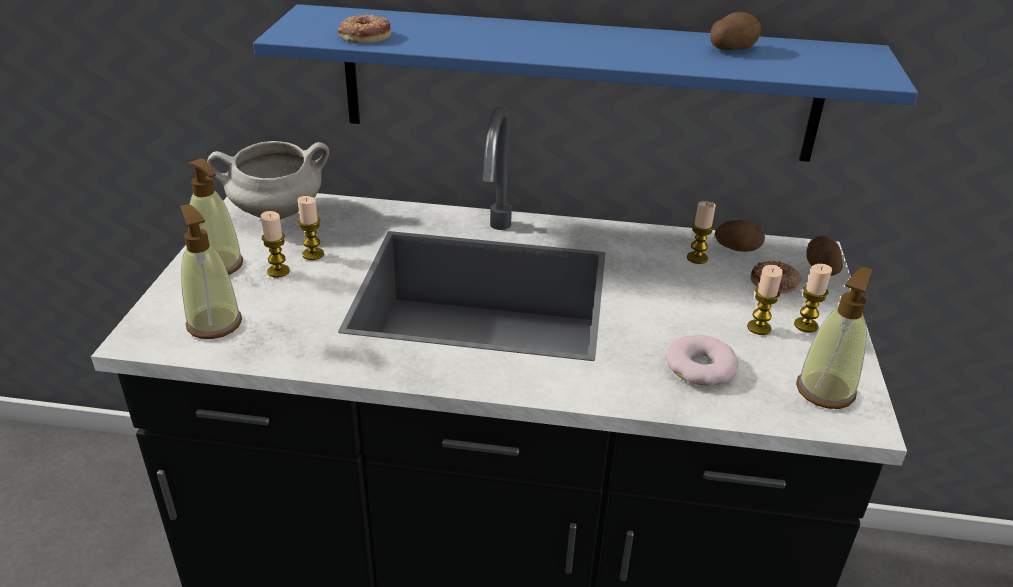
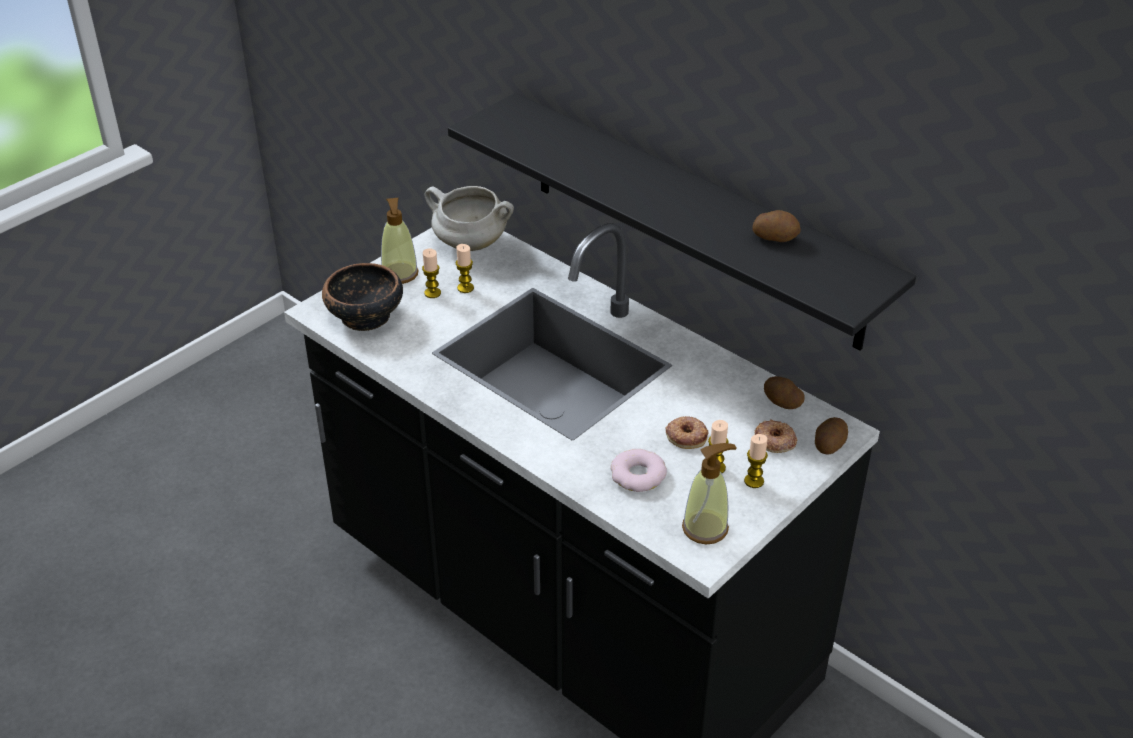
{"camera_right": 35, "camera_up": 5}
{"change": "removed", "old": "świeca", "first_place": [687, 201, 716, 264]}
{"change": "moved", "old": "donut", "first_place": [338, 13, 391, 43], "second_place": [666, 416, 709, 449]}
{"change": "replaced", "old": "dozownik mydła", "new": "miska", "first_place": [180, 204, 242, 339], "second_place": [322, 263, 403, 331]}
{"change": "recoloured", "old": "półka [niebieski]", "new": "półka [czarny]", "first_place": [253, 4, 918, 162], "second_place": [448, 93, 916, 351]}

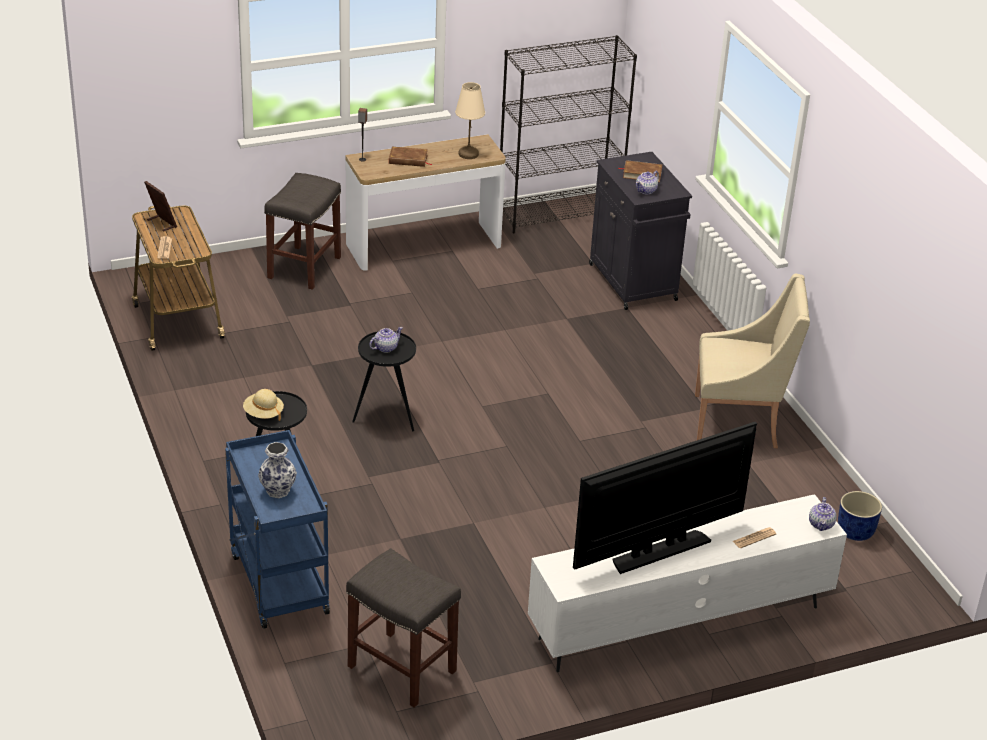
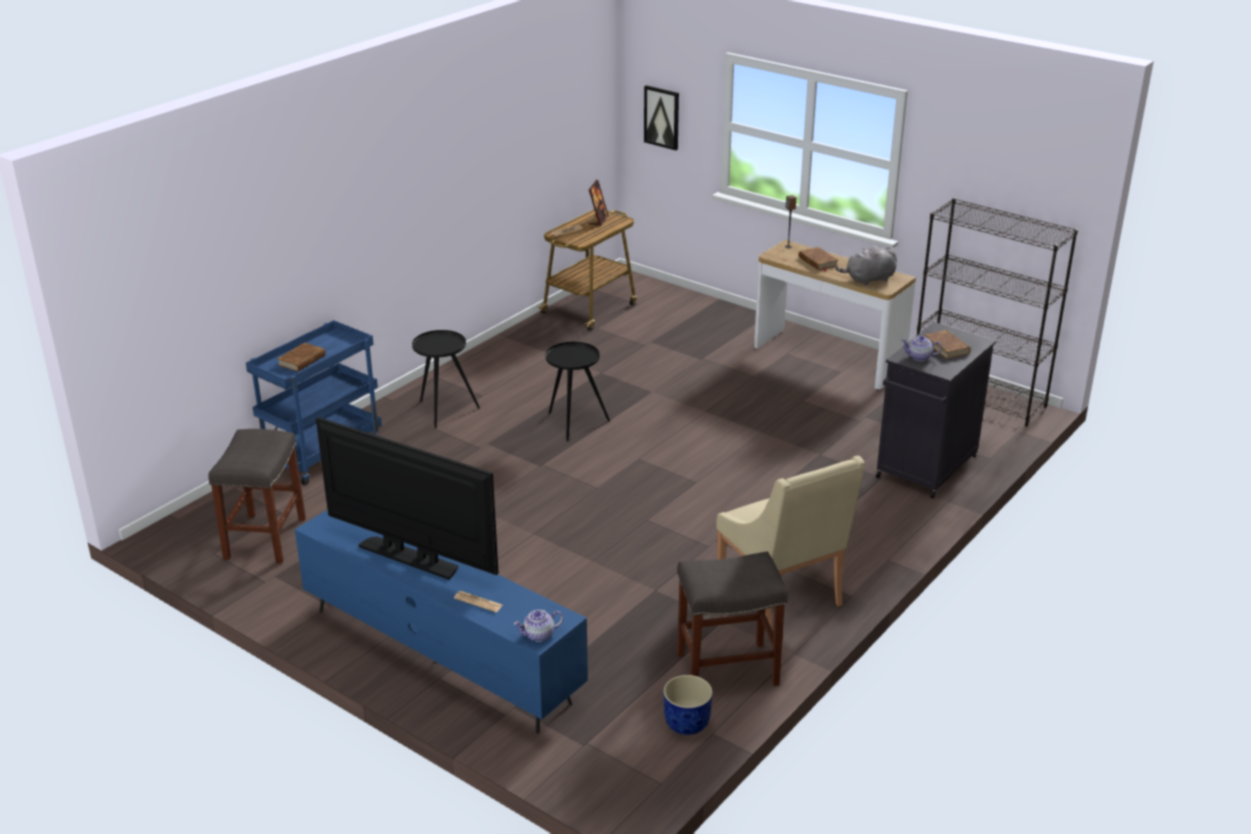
{"camera_right": 60, "camera_up": -5}
{"change": "removed", "old": "kapelusz [beżowy]", "first_place": [243, 389, 284, 421]}
{"change": "removed", "old": "imbryk", "first_place": [369, 327, 403, 353]}
{"change": "added", "new": "obraz", "second_place": [644, 85, 679, 150]}
{"change": "moved", "old": "stołek [szary]", "first_place": [264, 173, 341, 290], "second_place": [677, 551, 787, 686]}
{"change": "replaced", "old": "wazon", "new": "książka [brązowy]", "first_place": [258, 442, 297, 498], "second_place": [277, 343, 326, 372]}
{"change": "replaced", "old": "lampa stołowa [beżowy]", "new": "pluszak [szary]", "first_place": [455, 82, 485, 159], "second_place": [835, 246, 897, 285]}
{"change": "recoloured", "old": "szafka pod telewizor [biały]", "new": "szafka pod telewizor [niebieski]", "first_place": [528, 494, 847, 672], "second_place": [295, 510, 588, 734]}

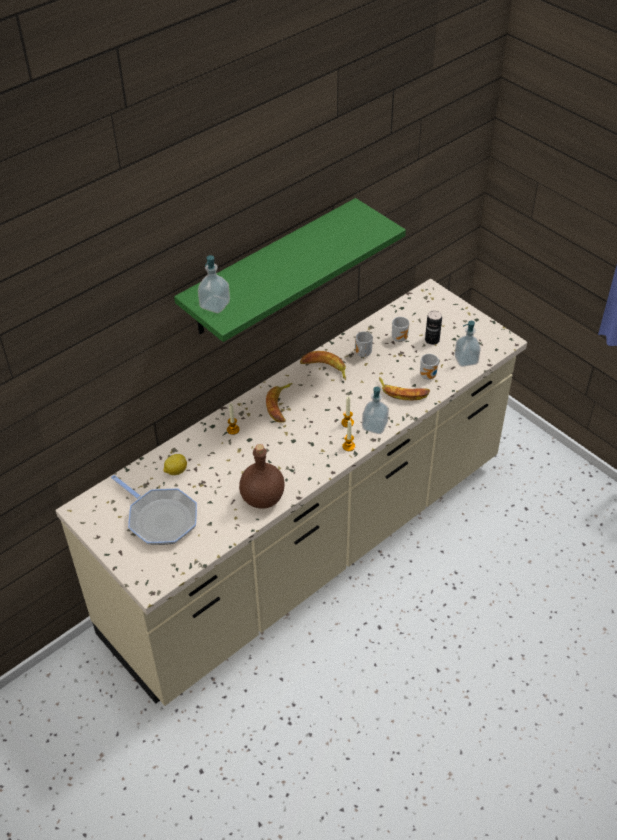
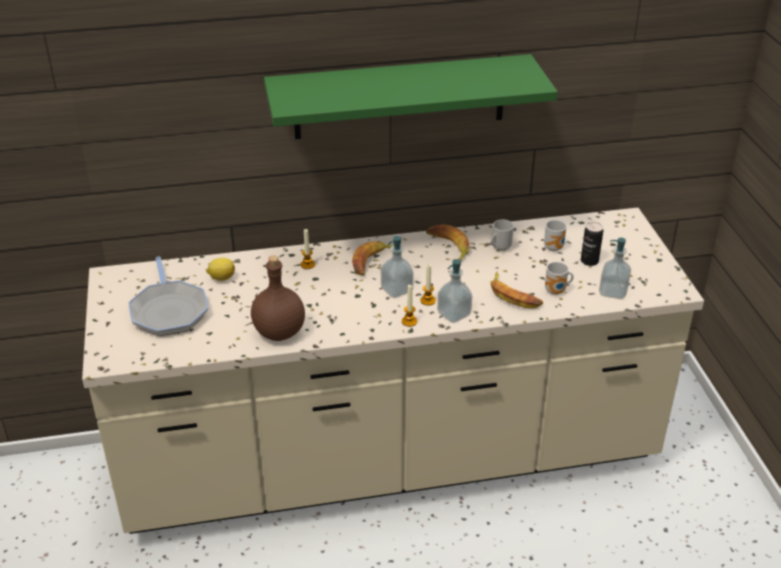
{"camera_right": 30, "camera_up": -10}
{"change": "moved", "old": "dozownik mydła", "first_place": [198, 255, 230, 313], "second_place": [381, 236, 414, 298]}

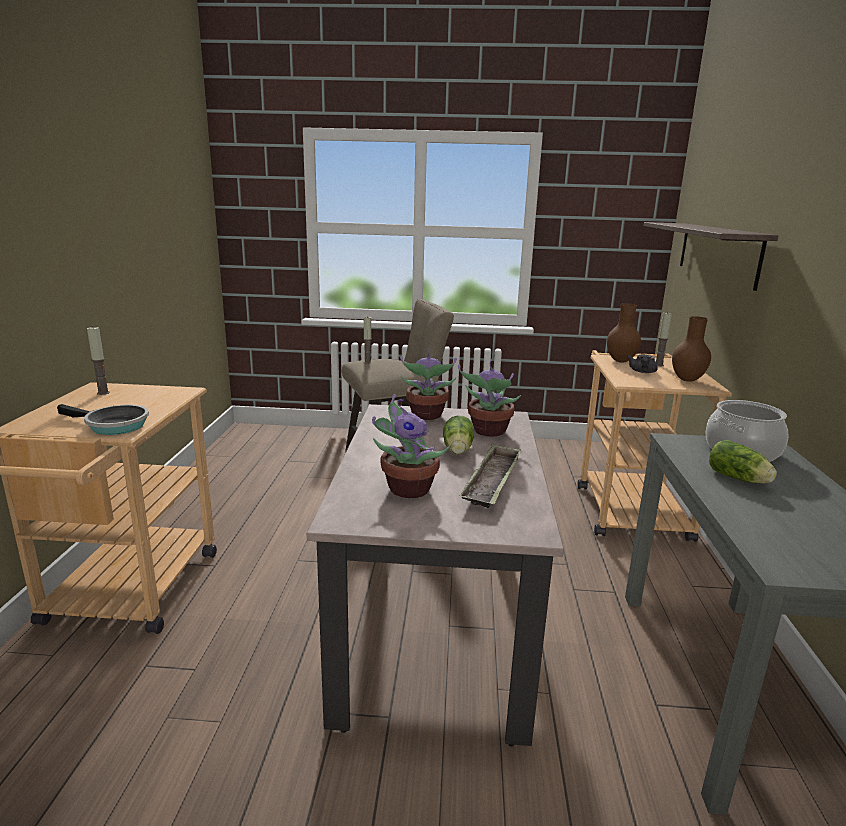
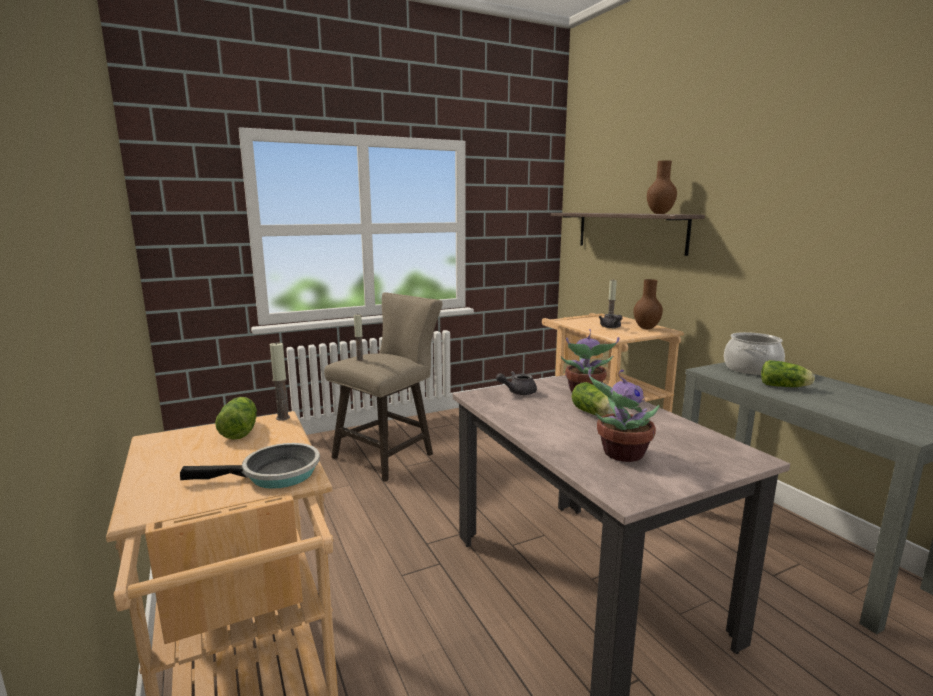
{"camera_right": -30, "camera_up": -5}
{"change": "removed", "old": "taca", "first_place": [460, 444, 521, 508]}
{"change": "added", "new": "sałata", "second_place": [215, 397, 257, 440]}
{"change": "moved", "old": "świeca", "first_place": [87, 326, 110, 395], "second_place": [270, 343, 290, 421]}
{"change": "moved", "old": "wazon [brązowy]", "first_place": [607, 303, 641, 363], "second_place": [647, 161, 677, 214]}
{"change": "replaced", "old": "roślina doniczkowa", "new": "imbryk [szary]", "first_place": [400, 348, 457, 420], "second_place": [496, 371, 537, 395]}

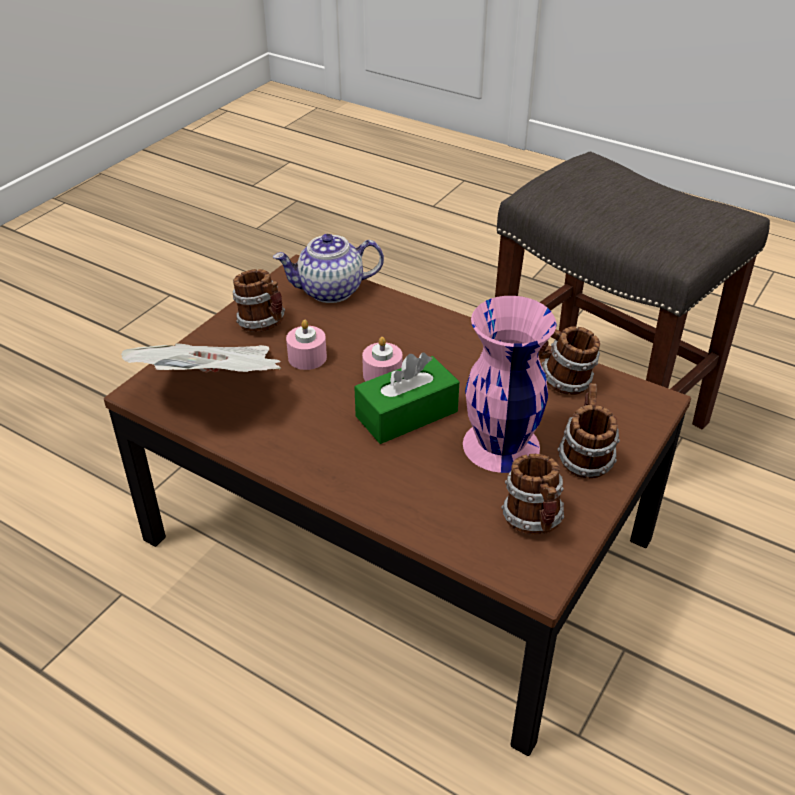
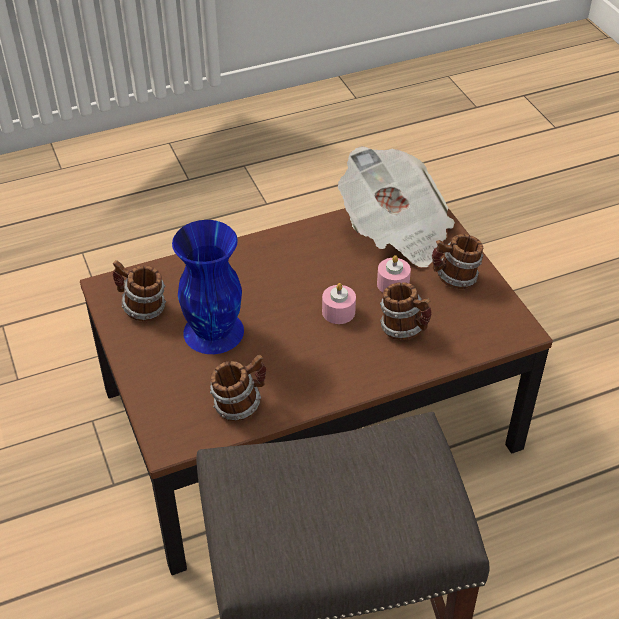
{"camera_right": 125, "camera_up": 5}
{"change": "removed", "old": "imbryk", "first_place": [273, 234, 384, 303]}
{"change": "removed", "old": "pudełko chusteczek [zielony]", "first_place": [354, 353, 459, 444]}
{"change": "moved", "old": "kubek", "first_place": [557, 383, 620, 478], "second_place": [380, 282, 432, 340]}
{"change": "recoloured", "old": "wazon [różowy]", "new": "wazon [niebieski]", "first_place": [463, 296, 557, 473], "second_place": [172, 220, 244, 354]}

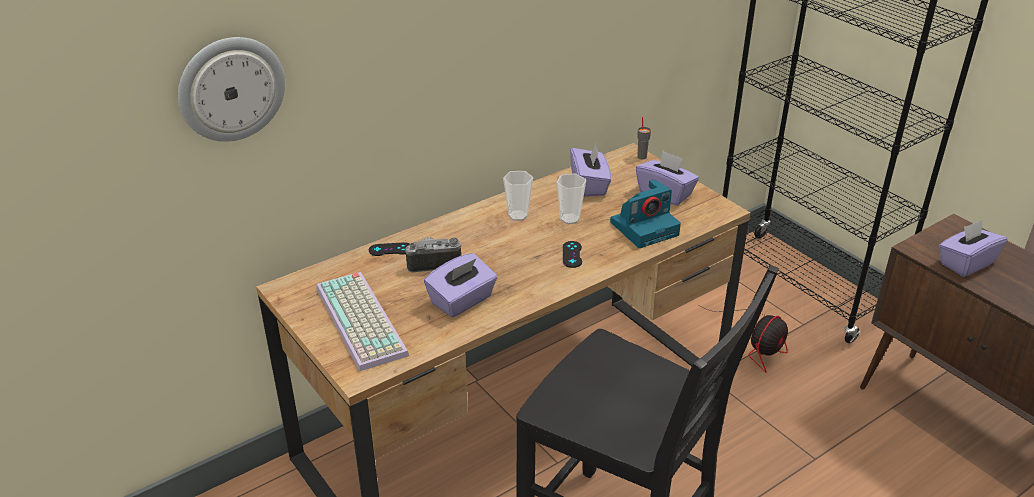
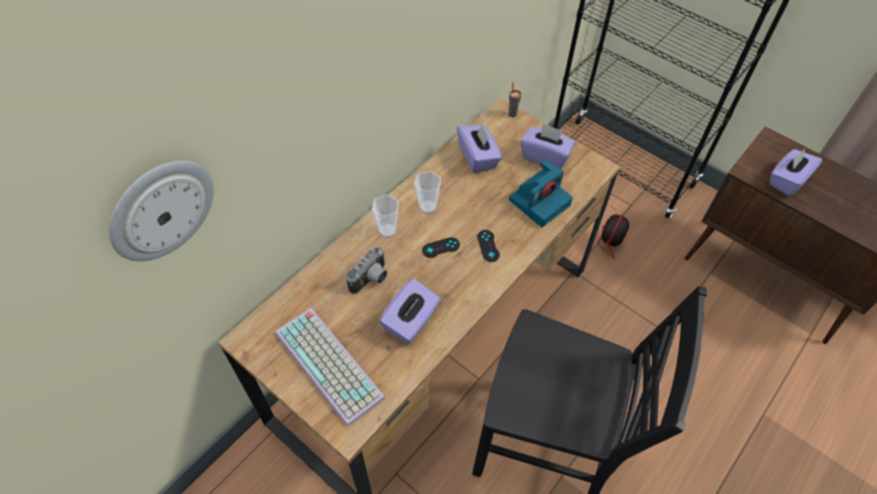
{"camera_right": -15, "camera_up": 20}
{"change": "moved", "old": "pad do gier [czarny]", "first_place": [369, 242, 410, 256], "second_place": [422, 237, 460, 258]}
{"change": "moved", "old": "filiżanka", "first_place": [556, 173, 586, 224], "second_place": [372, 195, 399, 238]}
{"change": "turned", "old": "aparat fotograficzny", "first_place": [405, 237, 461, 272], "second_place": [346, 247, 388, 294], "degrees": 150}

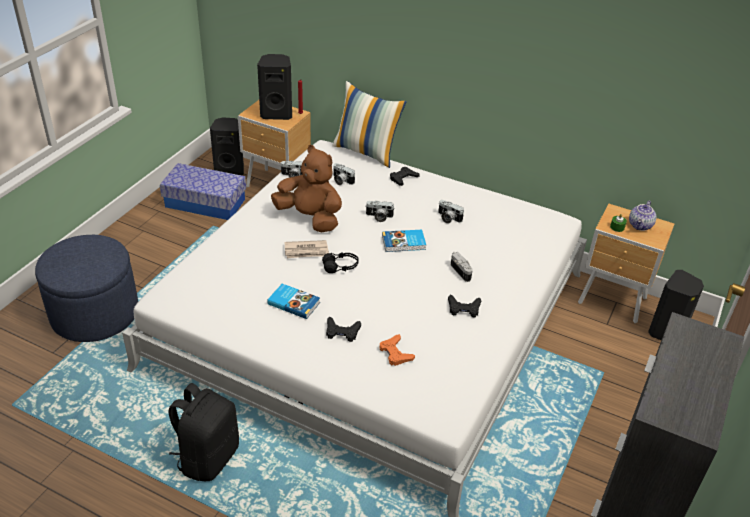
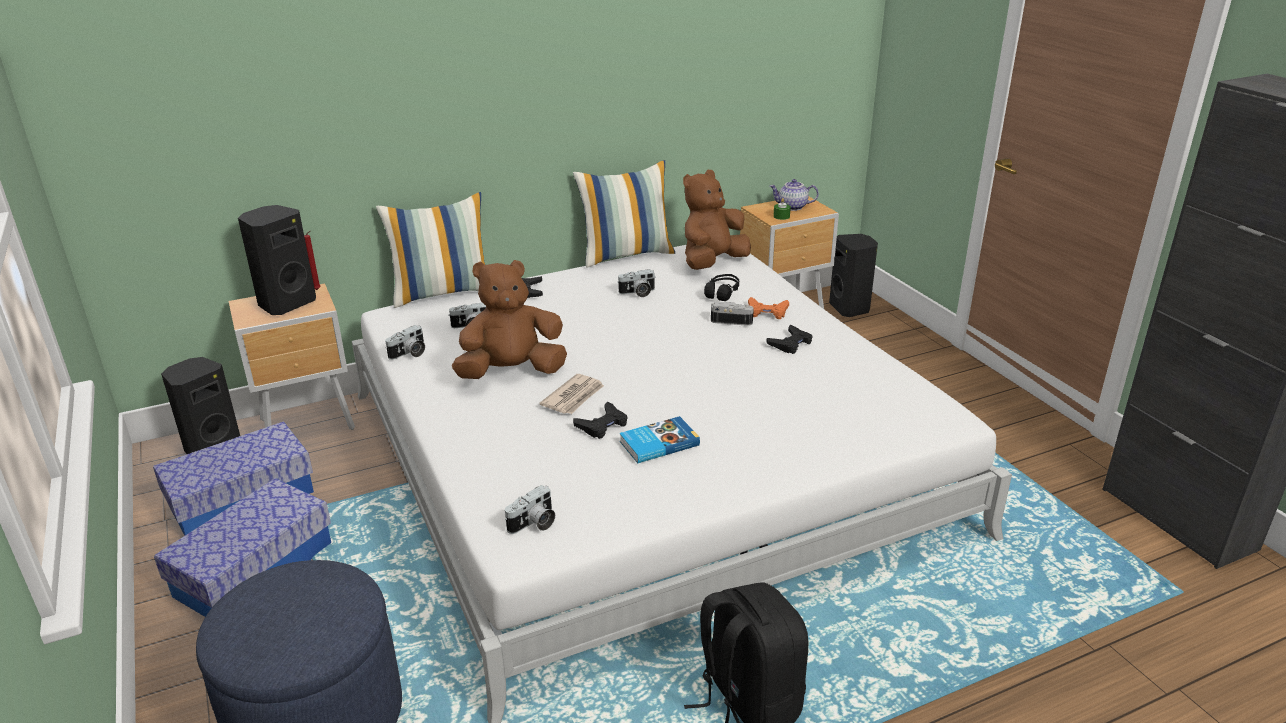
{"camera_right": -50, "camera_up": -10}
{"change": "removed", "old": "książka", "first_place": [382, 230, 426, 252]}
{"change": "added", "new": "pojemnik do przechowywania", "second_place": [154, 478, 331, 617]}
{"change": "added", "new": "poduszka", "second_place": [573, 160, 675, 268]}
{"change": "added", "new": "pluszak [brązowy]", "second_place": [683, 170, 751, 270]}
{"change": "moved", "old": "słuchawki [czarny]", "first_place": [322, 252, 359, 273], "second_place": [704, 274, 739, 301]}
{"change": "moved", "old": "pad do gier [czarny]", "first_place": [326, 317, 361, 342], "second_place": [573, 402, 627, 439]}
{"change": "moved", "old": "aparat fotograficzny", "first_place": [365, 201, 394, 222], "second_place": [505, 485, 555, 534]}
{"change": "moved", "old": "pad do gier [pomarańczowy]", "first_place": [380, 334, 415, 366], "second_place": [748, 297, 789, 319]}
{"change": "turned", "old": "imbryk", "first_place": [629, 201, 656, 231], "second_place": [770, 179, 819, 211], "degrees": 120}

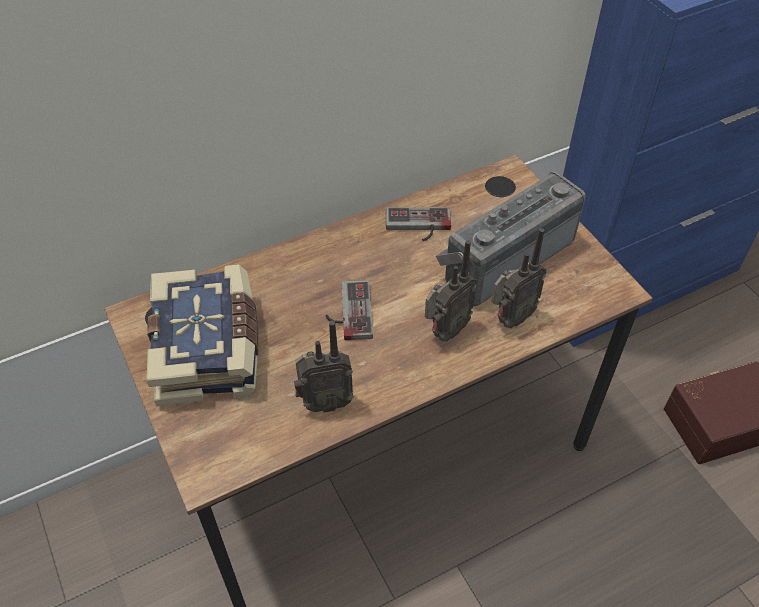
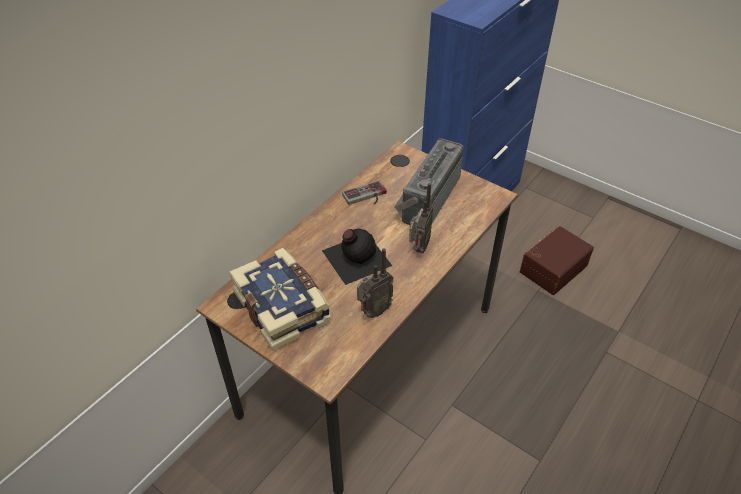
{"camera_right": -25, "camera_up": -5}
{"change": "removed", "old": "radio", "first_place": [491, 228, 547, 328]}
{"change": "replaced", "old": "pad do gier", "new": "butelka [czarny]", "first_place": [326, 280, 373, 340], "second_place": [322, 229, 392, 285]}

